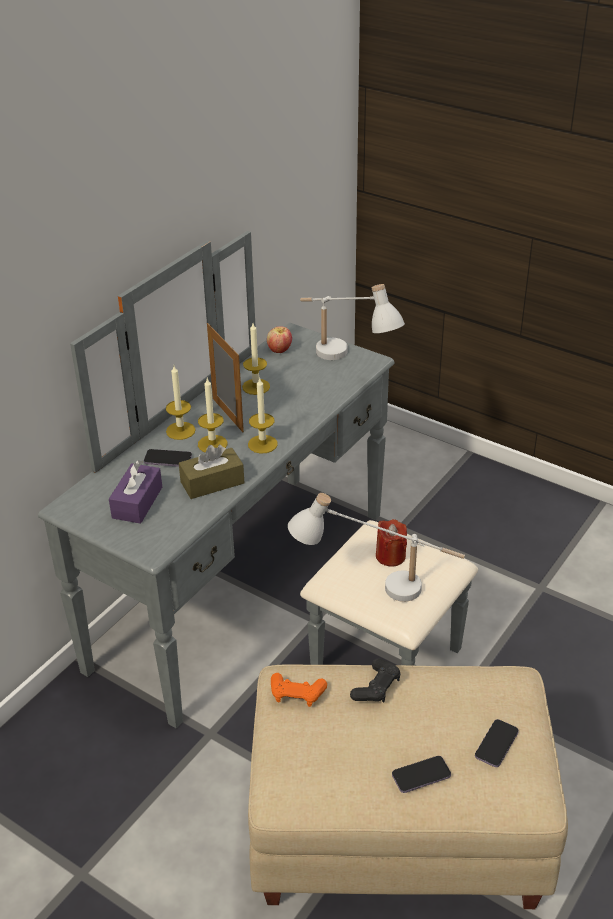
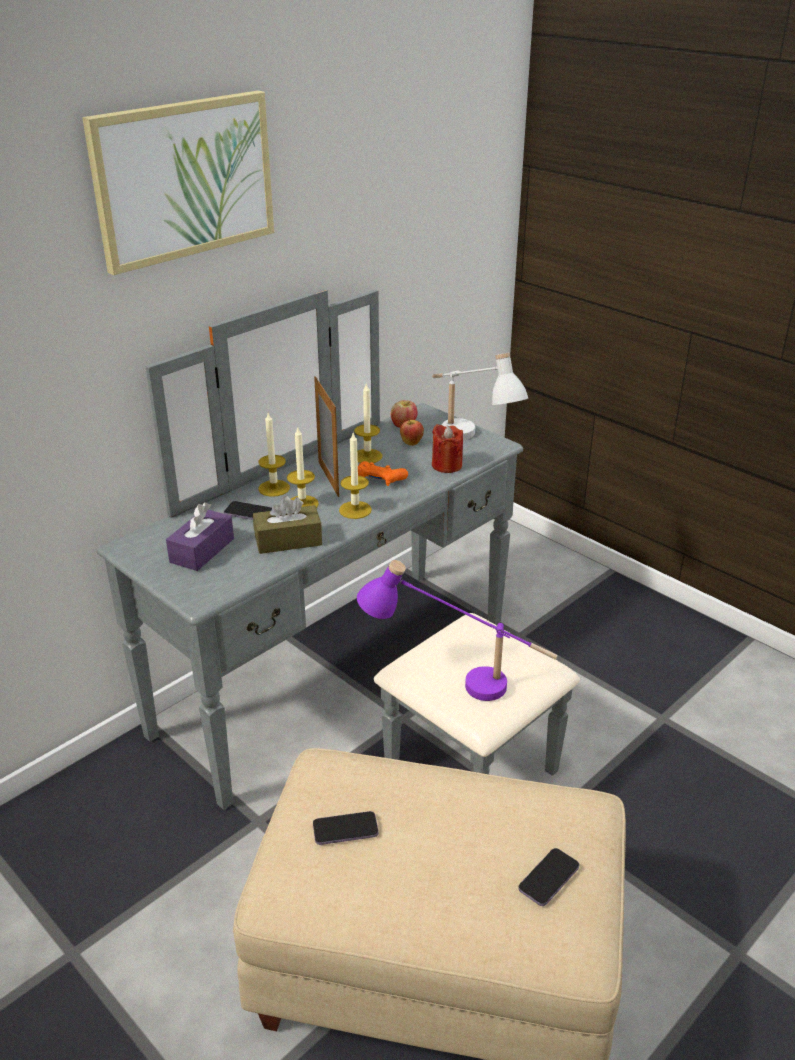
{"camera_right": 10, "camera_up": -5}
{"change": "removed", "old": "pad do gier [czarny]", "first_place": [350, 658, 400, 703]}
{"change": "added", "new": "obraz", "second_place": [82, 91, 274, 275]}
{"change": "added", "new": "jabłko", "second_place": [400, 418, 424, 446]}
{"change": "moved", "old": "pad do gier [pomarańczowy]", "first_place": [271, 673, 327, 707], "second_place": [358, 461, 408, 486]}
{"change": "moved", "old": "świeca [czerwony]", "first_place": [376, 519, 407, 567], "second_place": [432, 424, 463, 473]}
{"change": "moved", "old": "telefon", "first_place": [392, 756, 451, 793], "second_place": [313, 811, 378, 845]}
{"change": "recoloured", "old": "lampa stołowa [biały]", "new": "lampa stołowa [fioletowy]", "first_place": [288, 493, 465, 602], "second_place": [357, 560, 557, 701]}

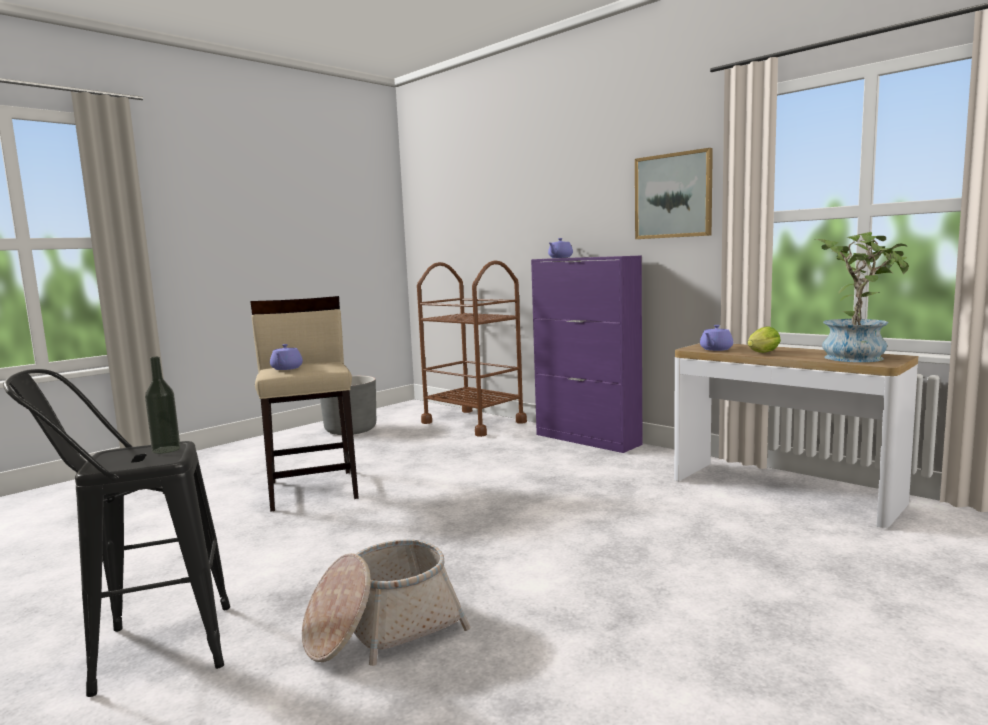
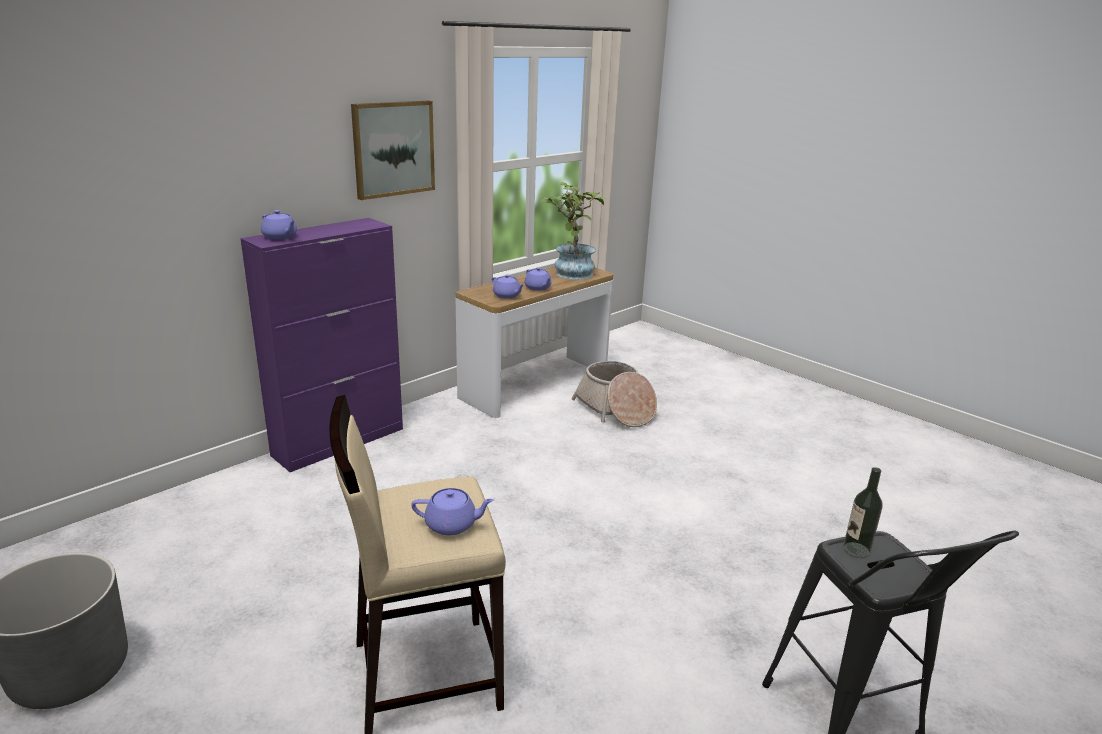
{"camera_right": -90, "camera_up": 15}
{"change": "removed", "old": "wózek [brązowy]", "first_place": [417, 260, 527, 437]}
{"change": "moved", "old": "koszyk", "first_place": [302, 539, 471, 666], "second_place": [572, 361, 657, 427]}
{"change": "replaced", "old": "sałata", "new": "imbryk [fioletowy]", "first_place": [748, 326, 781, 353], "second_place": [524, 267, 551, 291]}

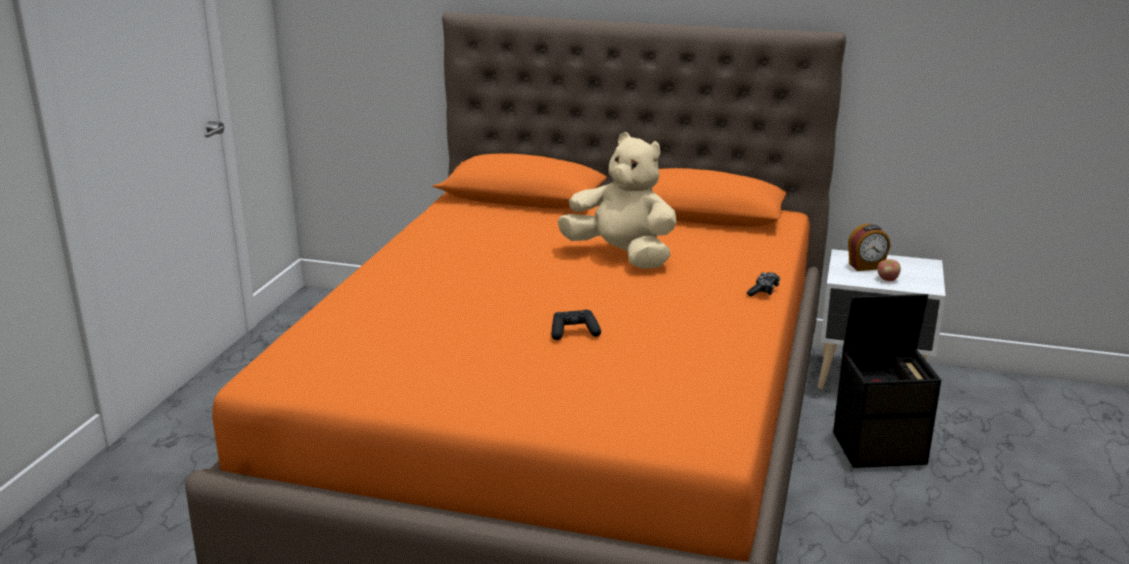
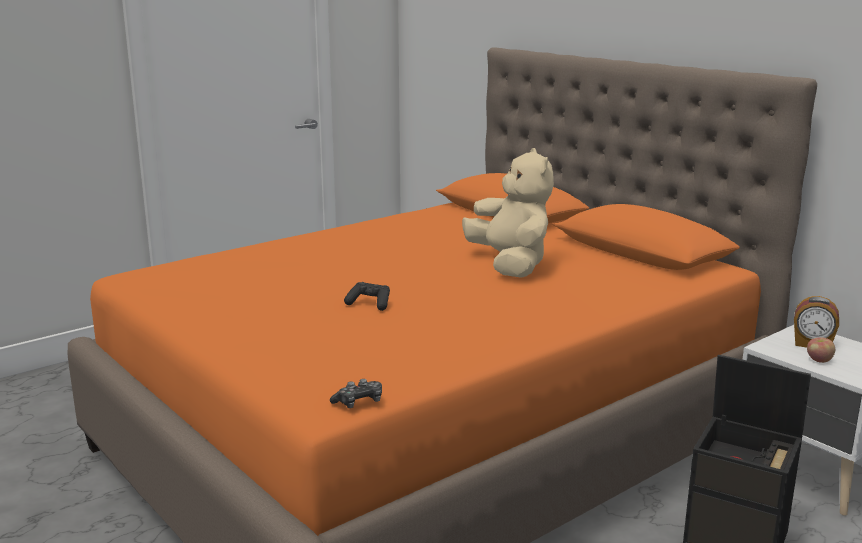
{"camera_right": 35, "camera_up": -5}
{"change": "moved", "old": "pad do gier", "first_place": [747, 272, 780, 296], "second_place": [330, 379, 382, 408]}

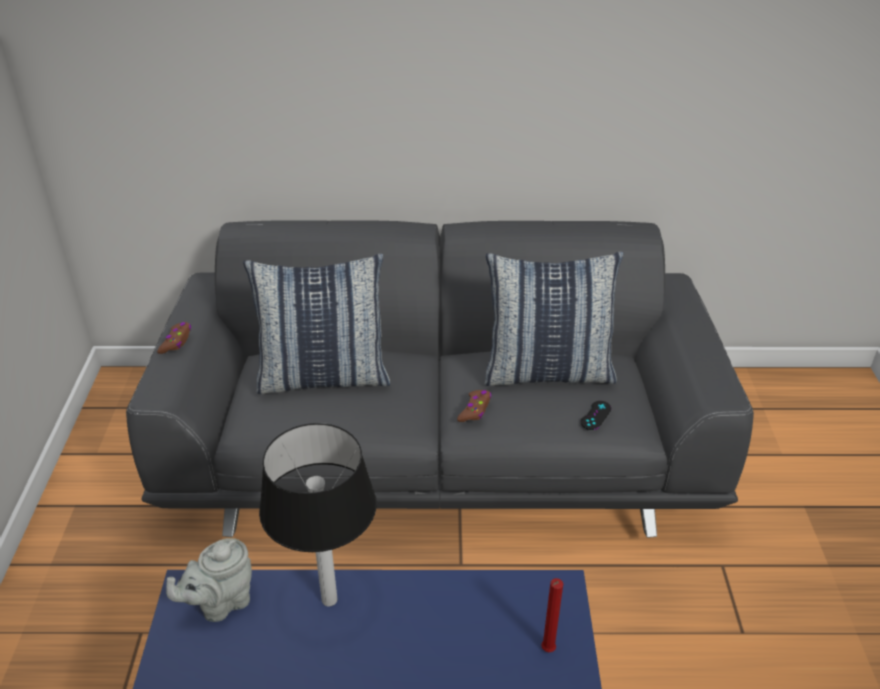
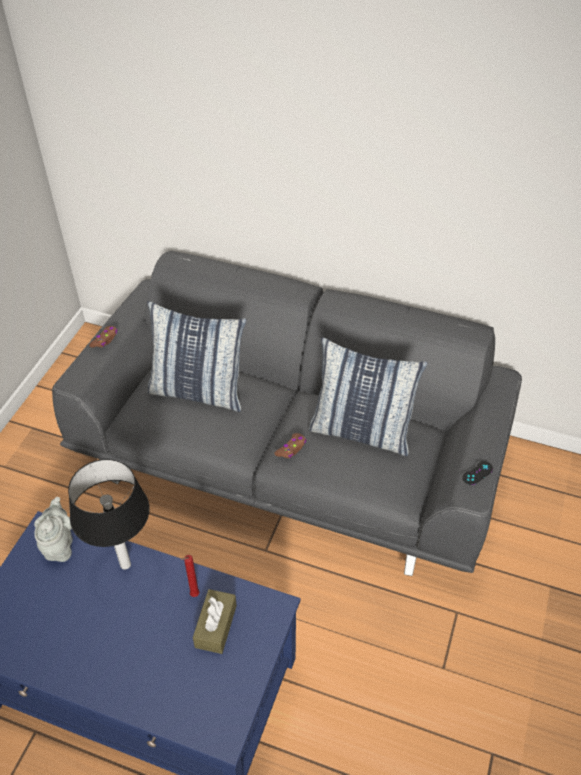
{"camera_right": 20, "camera_up": 10}
{"change": "added", "new": "pudełko chusteczek [brązowy]", "second_place": [193, 589, 237, 654]}
{"change": "moved", "old": "świeca [czerwony]", "first_place": [541, 578, 563, 652], "second_place": [180, 555, 199, 597]}
{"change": "moved", "old": "pad do gier [czarny]", "first_place": [581, 401, 611, 430], "second_place": [463, 461, 493, 485]}
{"change": "turned", "old": "imbryk [szary]", "first_place": [166, 538, 252, 622], "second_place": [34, 497, 73, 562], "degrees": 105}

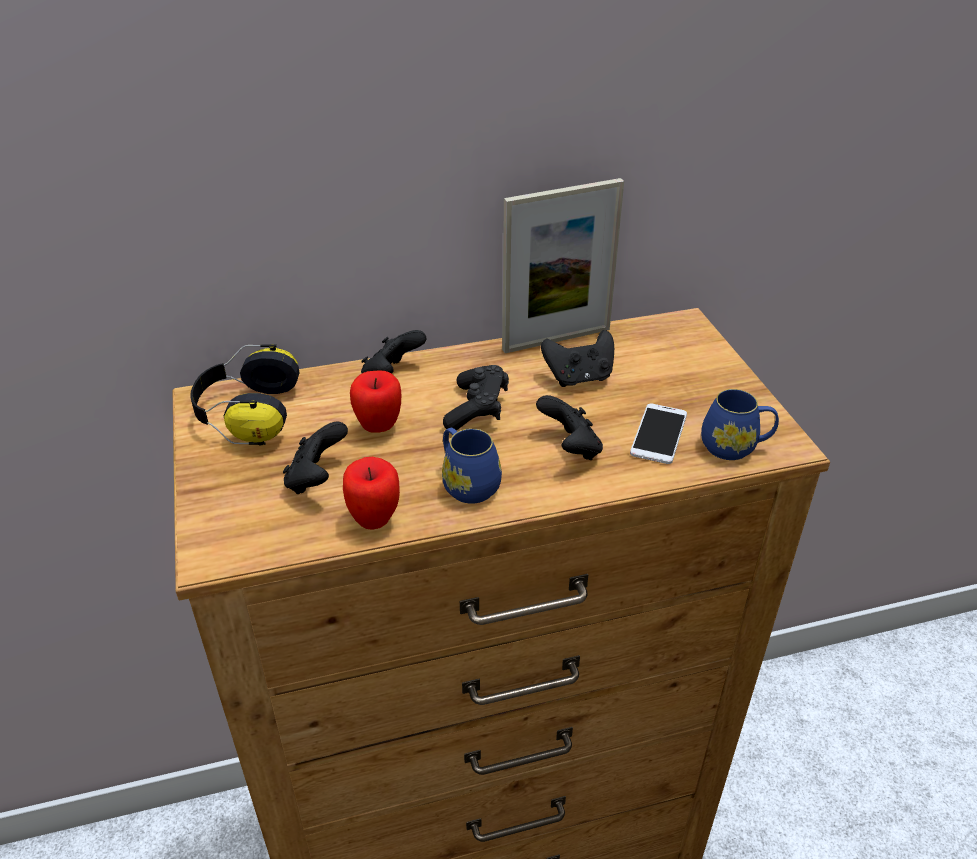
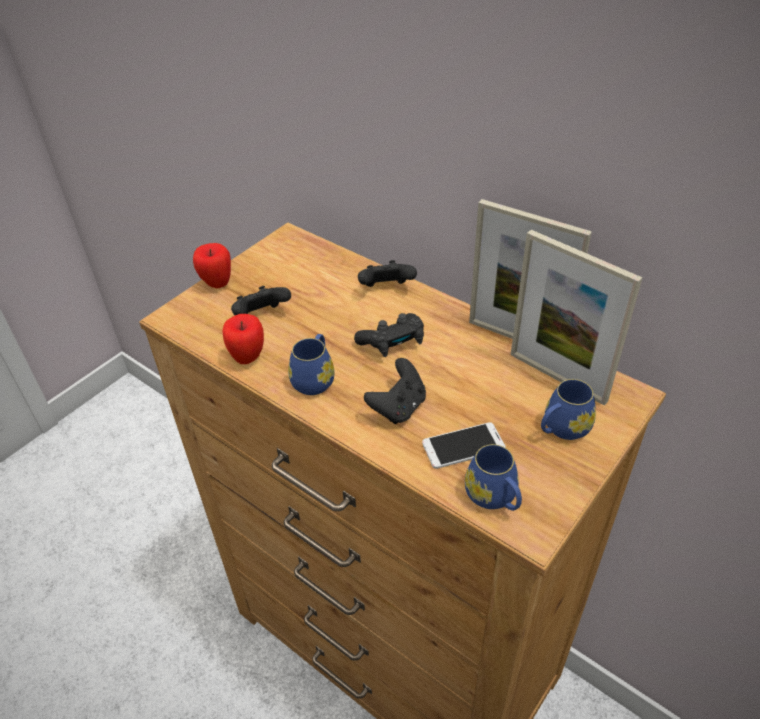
{"camera_right": 55, "camera_up": 5}
{"change": "removed", "old": "słuchawki", "first_place": [190, 344, 299, 445]}
{"change": "removed", "old": "pad do gier [czarny]", "first_place": [541, 330, 614, 387]}
{"change": "added", "new": "ramka na zdjęcie", "second_place": [511, 230, 643, 405]}
{"change": "added", "new": "kubek [niebieski]", "second_place": [541, 379, 596, 440]}
{"change": "moved", "old": "jabłko", "first_place": [350, 370, 401, 433], "second_place": [193, 243, 231, 288]}

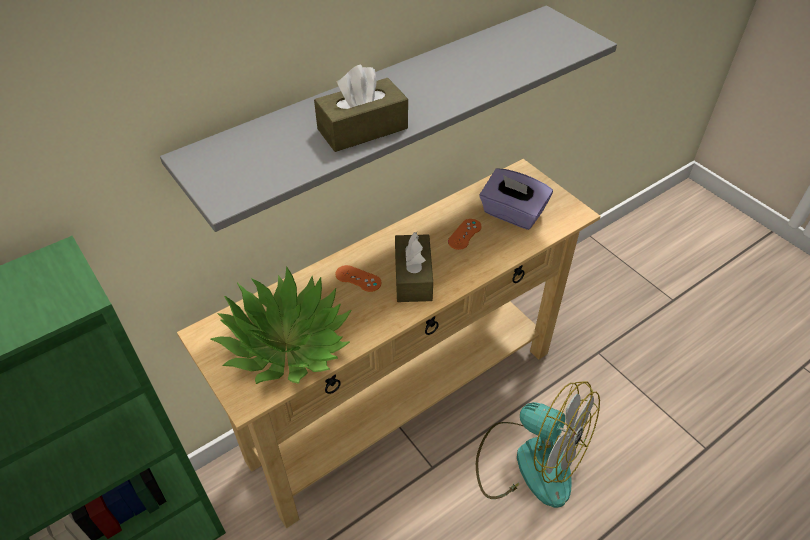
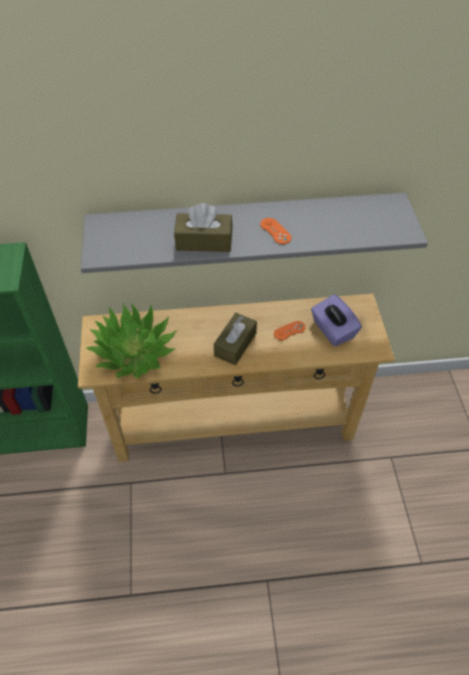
{"camera_right": 30, "camera_up": 5}
{"change": "removed", "old": "wentylator", "first_place": [476, 381, 600, 508]}
{"change": "moved", "old": "pad do gier [pomarańczowy]", "first_place": [335, 265, 381, 292], "second_place": [260, 218, 292, 244]}

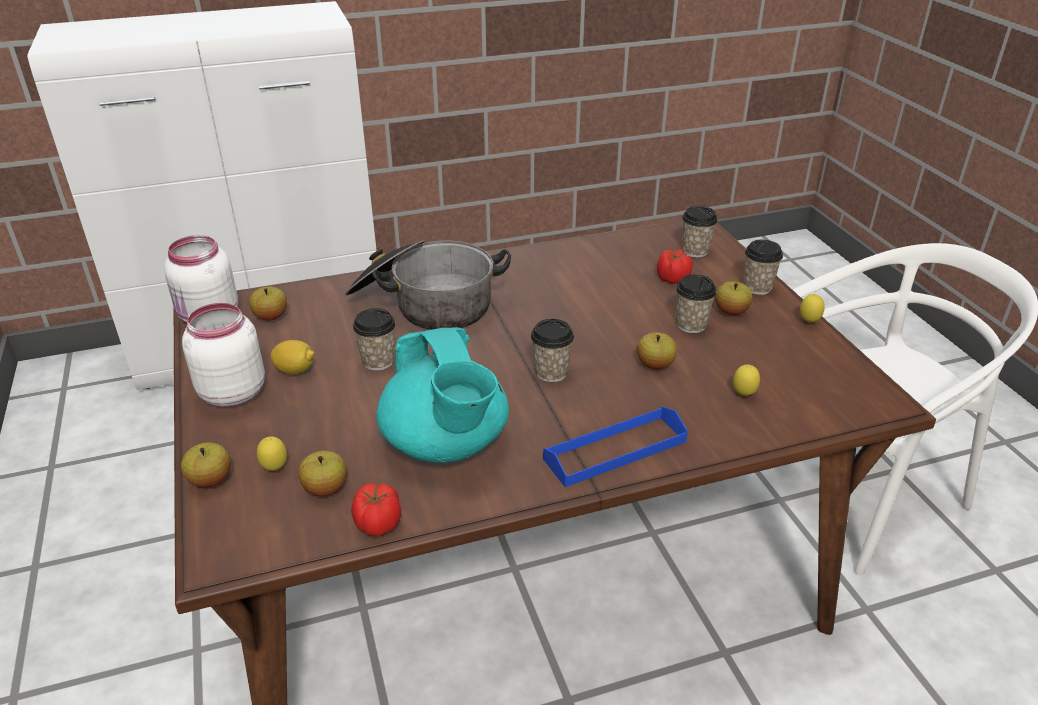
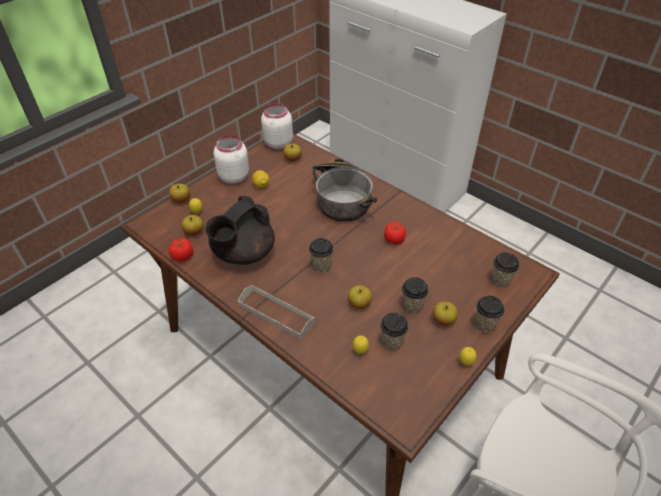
{"camera_right": 60, "camera_up": 10}
{"change": "moved", "old": "filiżanka", "first_place": [353, 308, 396, 370], "second_place": [380, 313, 408, 351]}
{"change": "moved", "old": "pomidor", "first_place": [657, 250, 693, 284], "second_place": [384, 222, 406, 245]}
{"change": "recoloured", "old": "imbryk [turkusowy]", "new": "imbryk [czarny]", "first_place": [376, 327, 509, 463], "second_place": [205, 196, 275, 265]}
{"change": "recoloured", "old": "taca [niebieski]", "new": "taca [szary]", "first_place": [543, 406, 688, 487], "second_place": [238, 285, 315, 339]}

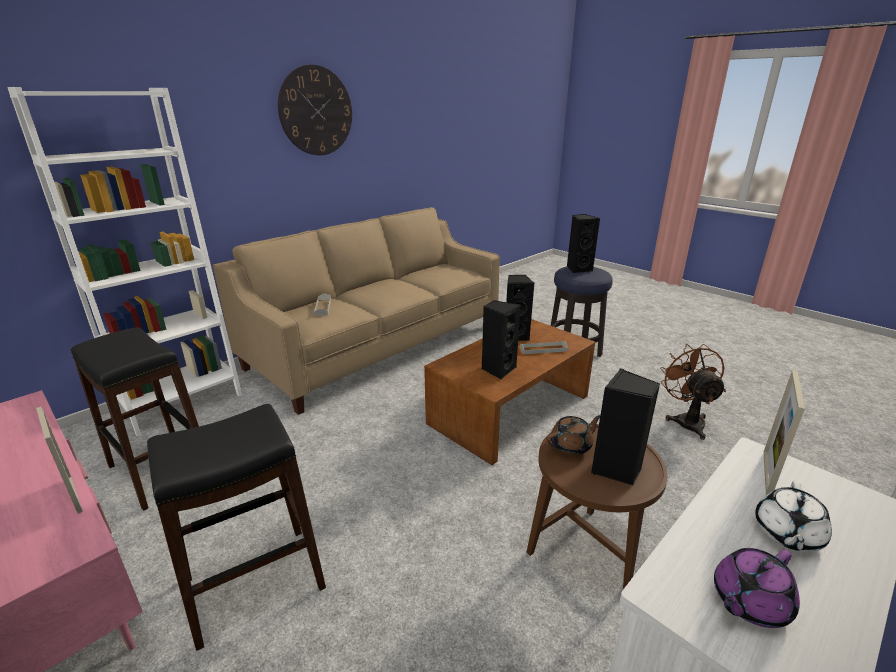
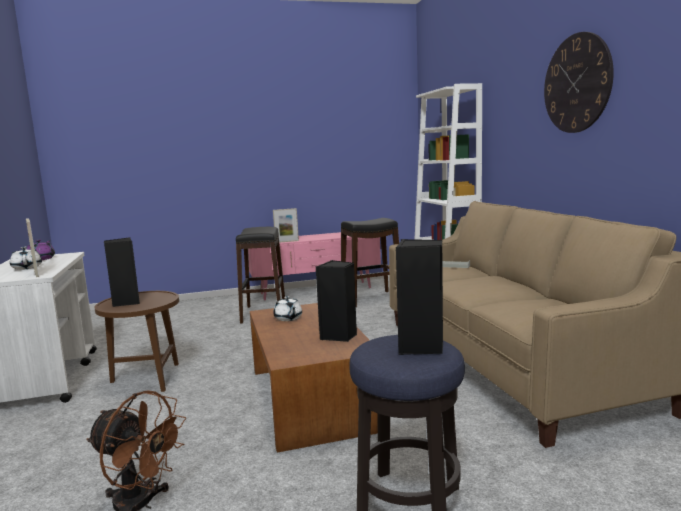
{"camera_right": 120, "camera_up": -15}
{"change": "removed", "old": "taca [szary]", "first_place": [520, 341, 568, 354]}
{"change": "removed", "old": "imbryk [brązowy]", "first_place": [546, 415, 600, 455]}
{"change": "replaced", "old": "głośnik [czarny]", "new": "imbryk [biały]", "first_place": [481, 300, 521, 380], "second_place": [273, 296, 302, 321]}

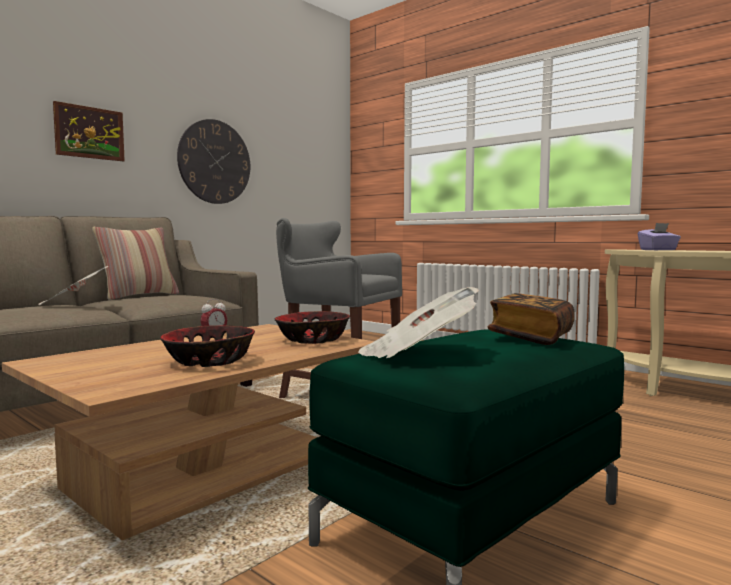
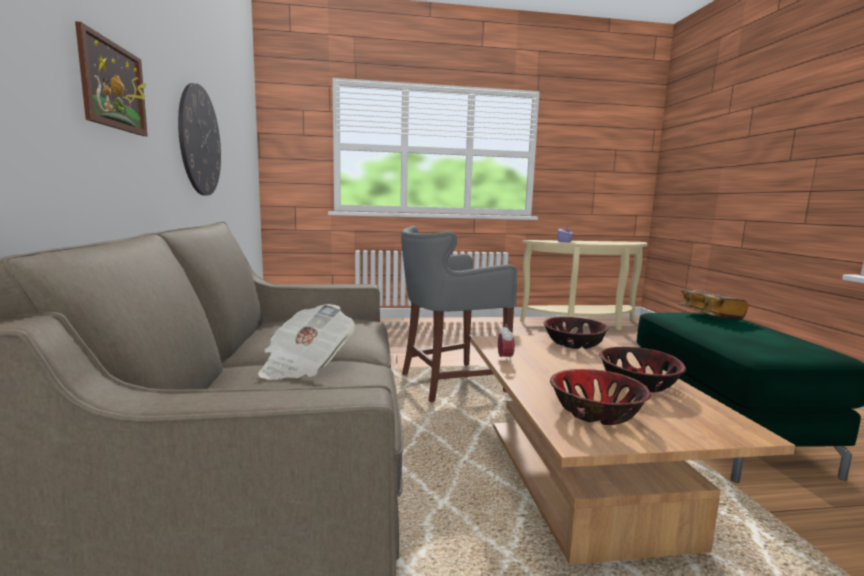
{"camera_right": -50, "camera_up": 5}
{"change": "removed", "old": "poduszka", "first_place": [92, 227, 179, 300]}
{"change": "removed", "old": "gazeta", "first_place": [358, 287, 480, 358]}
{"change": "added", "new": "miska", "second_place": [550, 369, 651, 425]}

